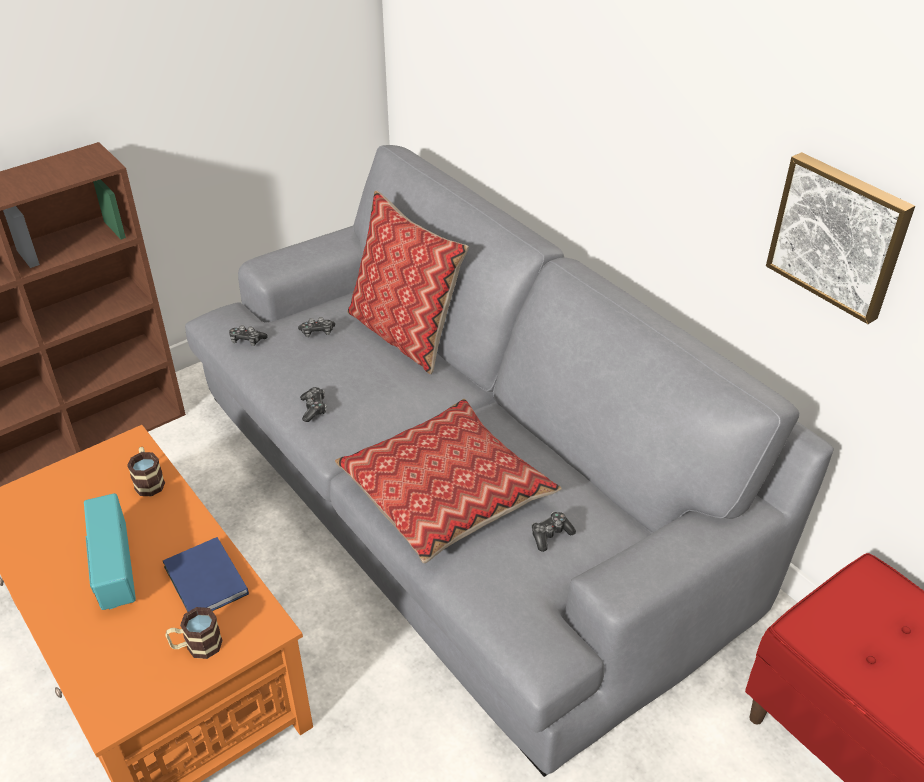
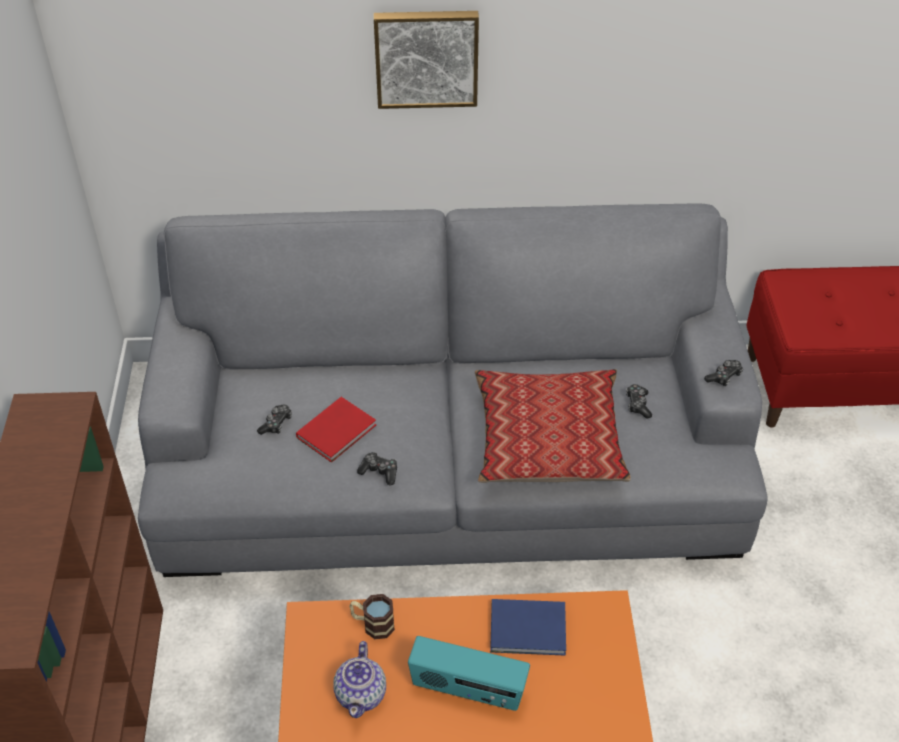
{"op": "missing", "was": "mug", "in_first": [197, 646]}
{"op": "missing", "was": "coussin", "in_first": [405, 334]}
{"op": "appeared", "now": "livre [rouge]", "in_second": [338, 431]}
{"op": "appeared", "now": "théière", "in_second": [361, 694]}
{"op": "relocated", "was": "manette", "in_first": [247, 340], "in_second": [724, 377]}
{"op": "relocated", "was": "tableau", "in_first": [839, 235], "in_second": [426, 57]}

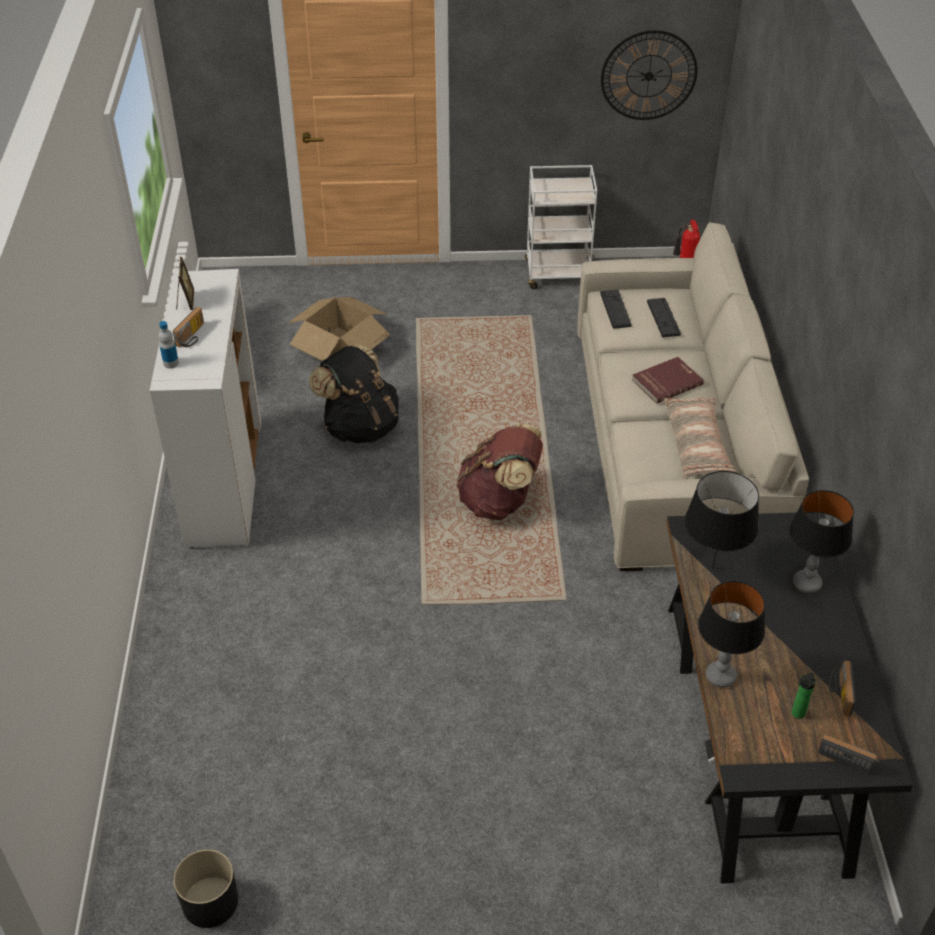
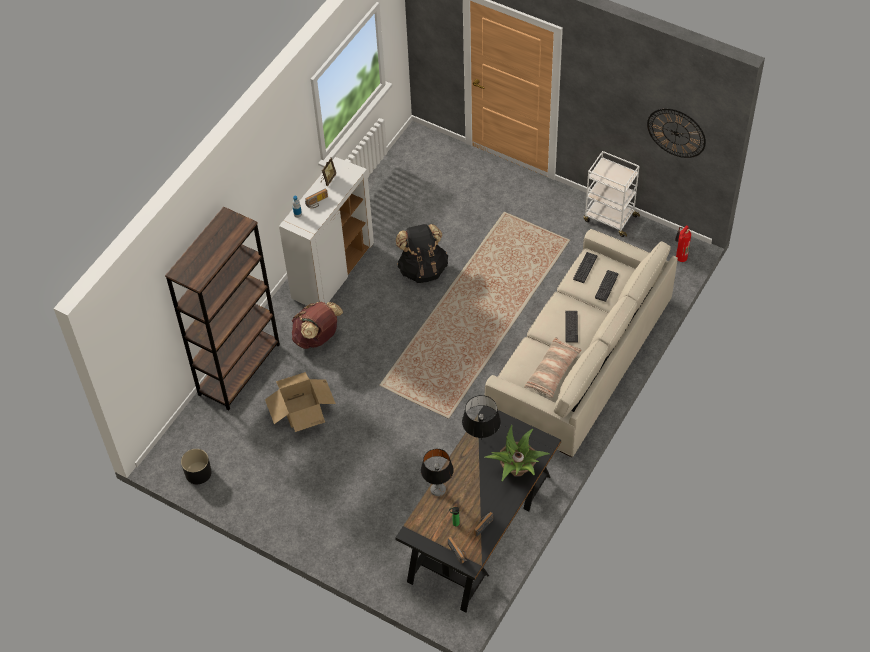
{"op": "appeared", "now": "bibliothèque [marron]", "in_second": [239, 369]}
{"op": "relocated", "was": "carton", "in_first": [340, 347], "in_second": [302, 410]}
{"op": "relocated", "was": "sac à dos [marron]", "in_first": [499, 501], "in_second": [317, 337]}
{"op": "exchanged", "was": "livre [rouge]", "now": "clavier", "in_first": [666, 381], "in_second": [571, 326]}
{"op": "exchanged", "was": "lampe de table", "now": "plante en pot", "in_first": [806, 583], "in_second": [517, 469]}

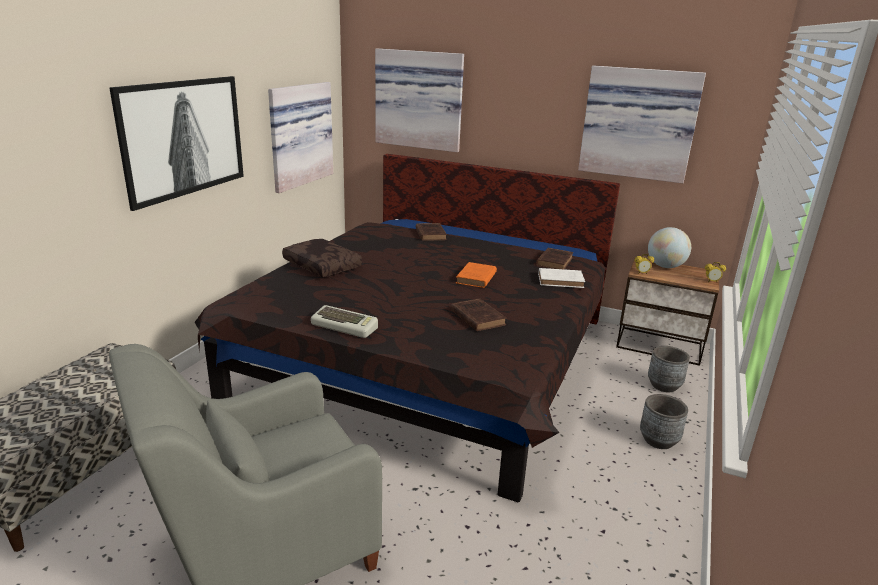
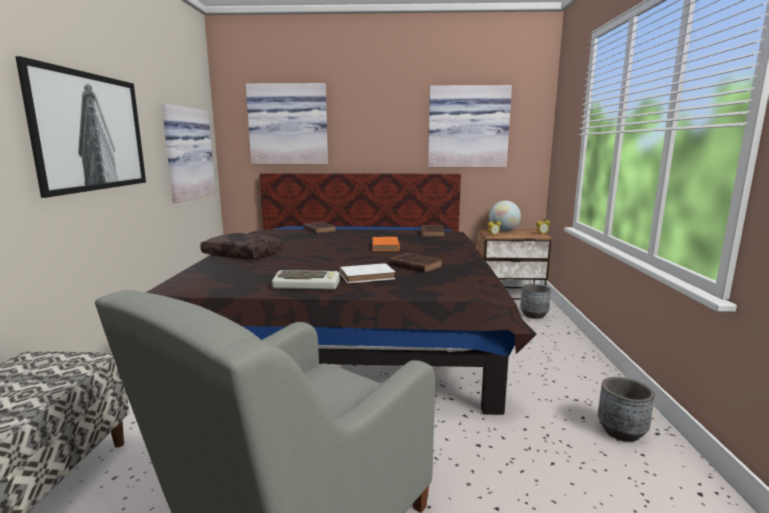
{"op": "relocated", "was": "livre [blanc]", "in_first": [562, 281], "in_second": [368, 276]}
{"op": "relocated", "was": "cache-pot [gris]", "in_first": [658, 440], "in_second": [621, 432]}

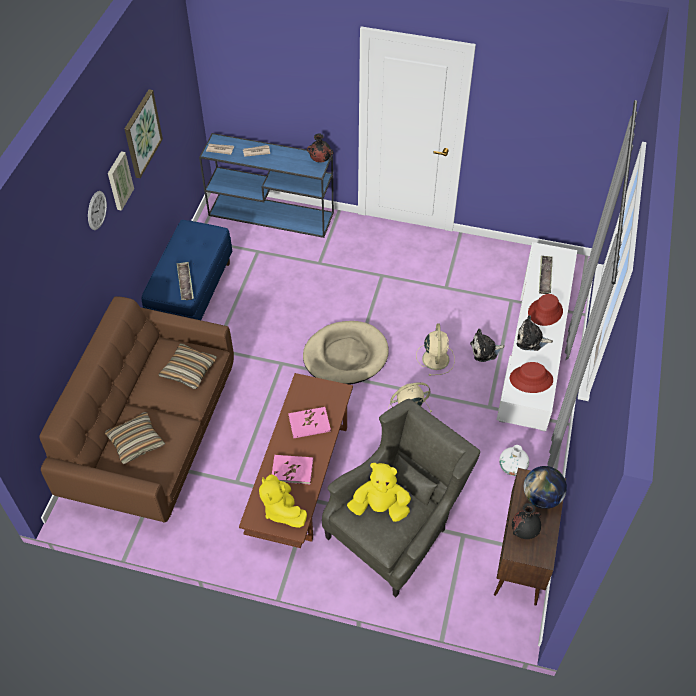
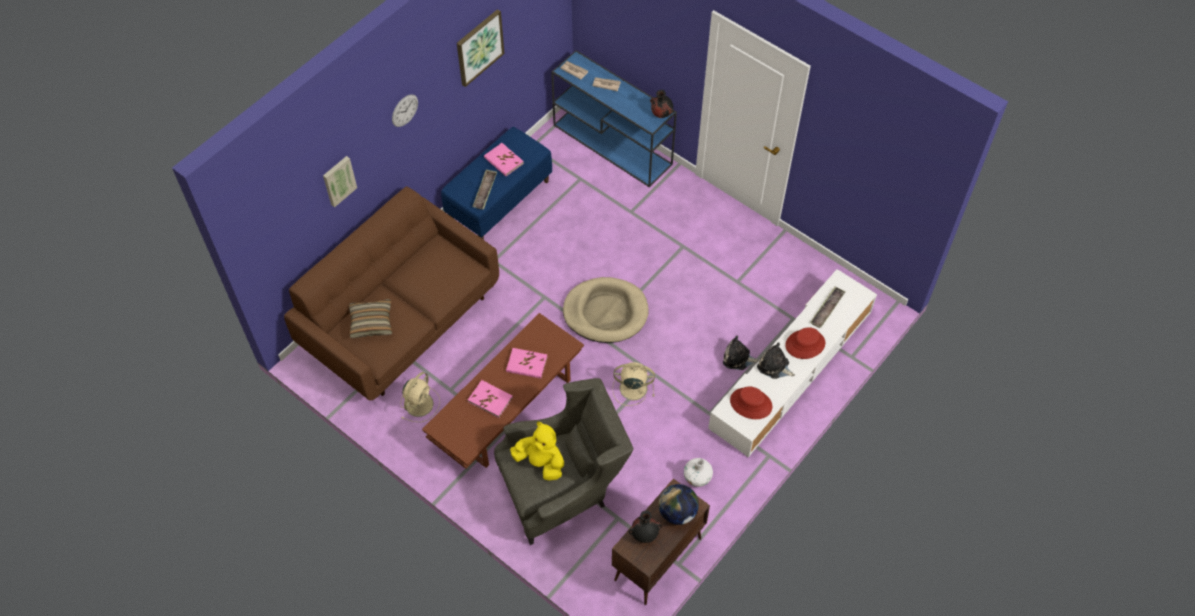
{"op": "missing", "was": "coussin", "in_first": [189, 370]}
{"op": "missing", "was": "peluche [jaune]", "in_first": [282, 510]}
{"op": "appeared", "now": "livre [rose]", "in_second": [503, 161]}
{"op": "relocated", "was": "tableau", "in_first": [119, 180], "in_second": [338, 180]}
{"op": "relocated", "was": "ventilateur [beige]", "in_first": [435, 358], "in_second": [420, 403]}

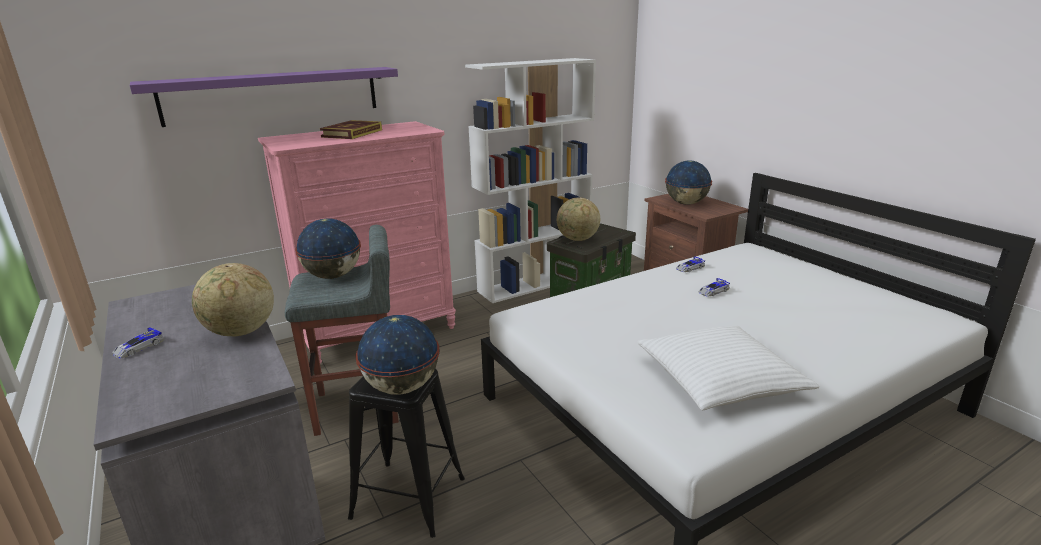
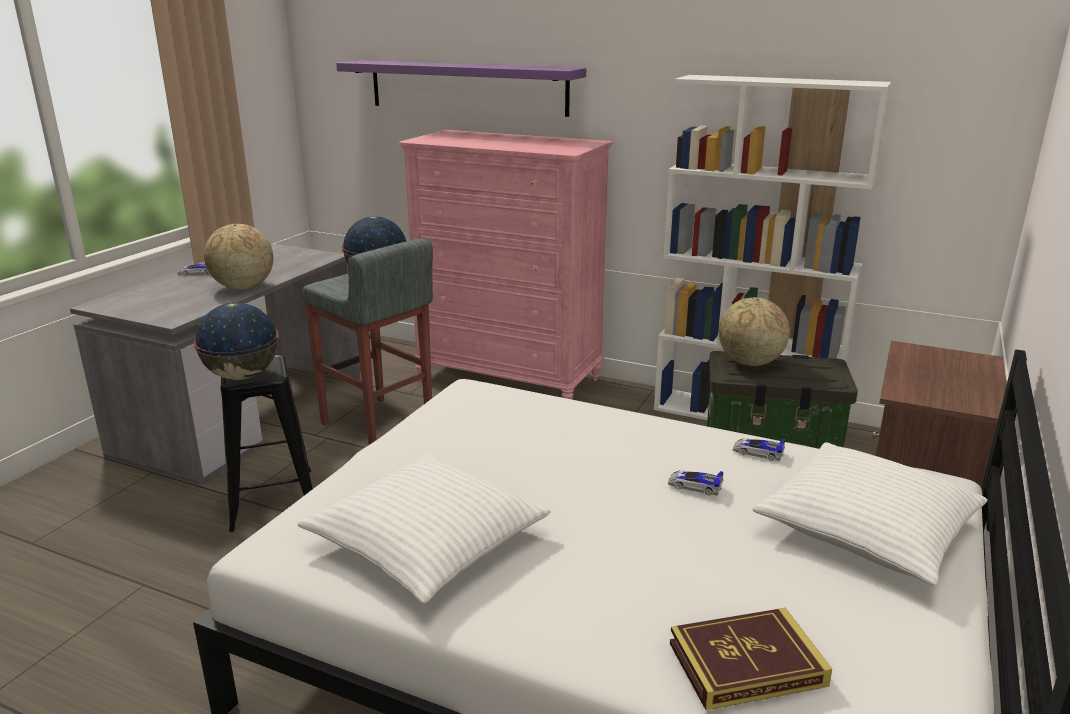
{"op": "missing", "was": "globe", "in_first": [686, 203]}
{"op": "appeared", "now": "coussin [blanc]", "in_second": [867, 528]}
{"op": "relocated", "was": "livre", "in_first": [352, 133], "in_second": [746, 664]}

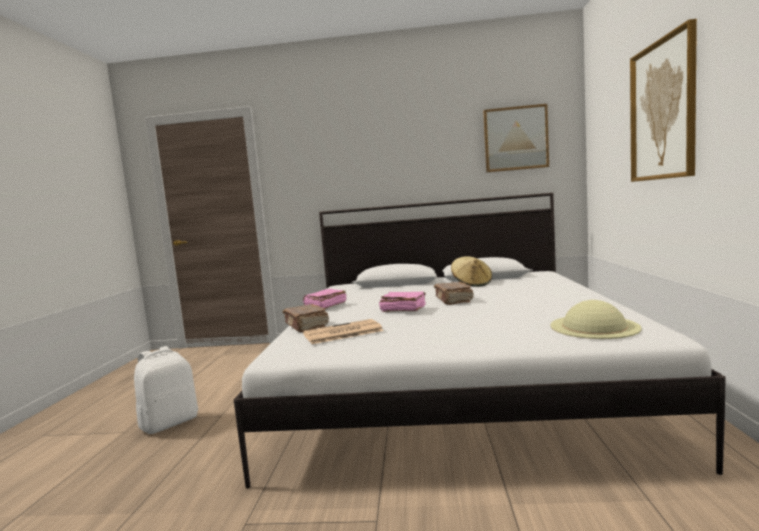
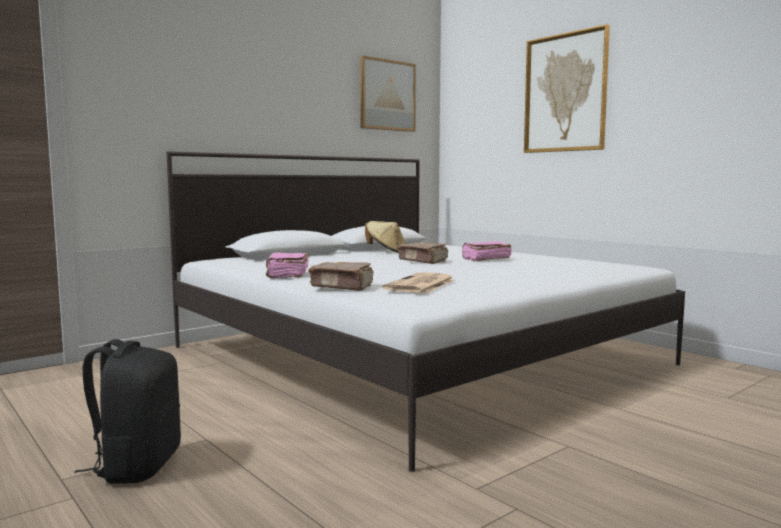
{"op": "missing", "was": "chapeau [beige]", "in_first": [594, 326]}
{"op": "relocated", "was": "livre [rose]", "in_first": [402, 309], "in_second": [485, 259]}
{"op": "colour", "was": "sac à dos [blanc]", "now": "sac à dos [noir]", "in_first": [170, 423], "in_second": [137, 466]}

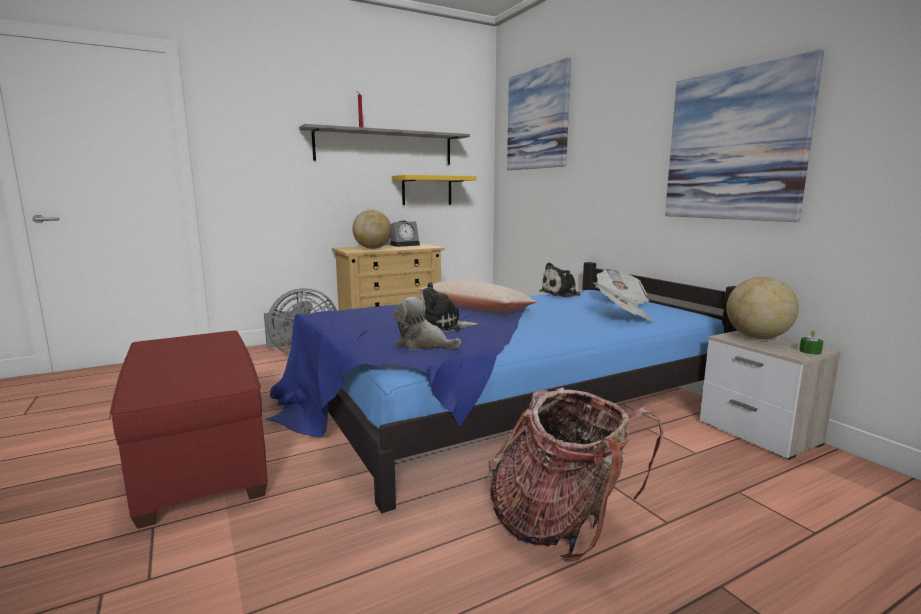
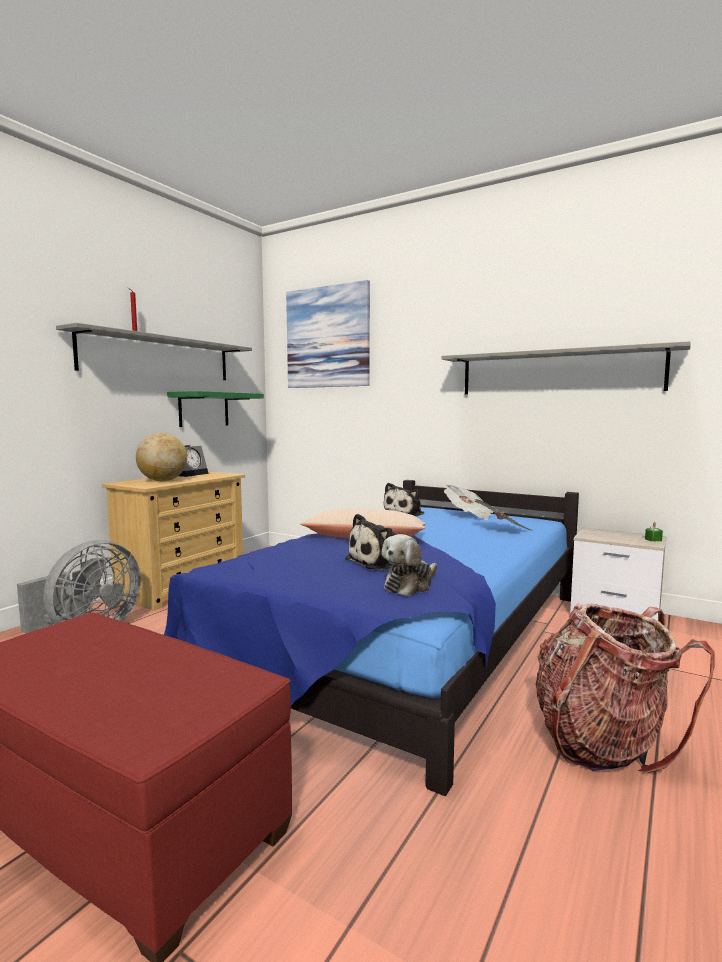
{"op": "missing", "was": "globe", "in_first": [757, 337]}
{"op": "exchanged", "was": "tableau", "now": "étagère [gris]", "in_first": [734, 145], "in_second": [557, 372]}
{"op": "colour", "was": "étagère [jaune]", "now": "étagère [vert]", "in_first": [427, 190], "in_second": [204, 409]}
{"op": "spun", "was": "peluche", "in_first": [423, 345], "in_second": [410, 585], "clockwise": -45}

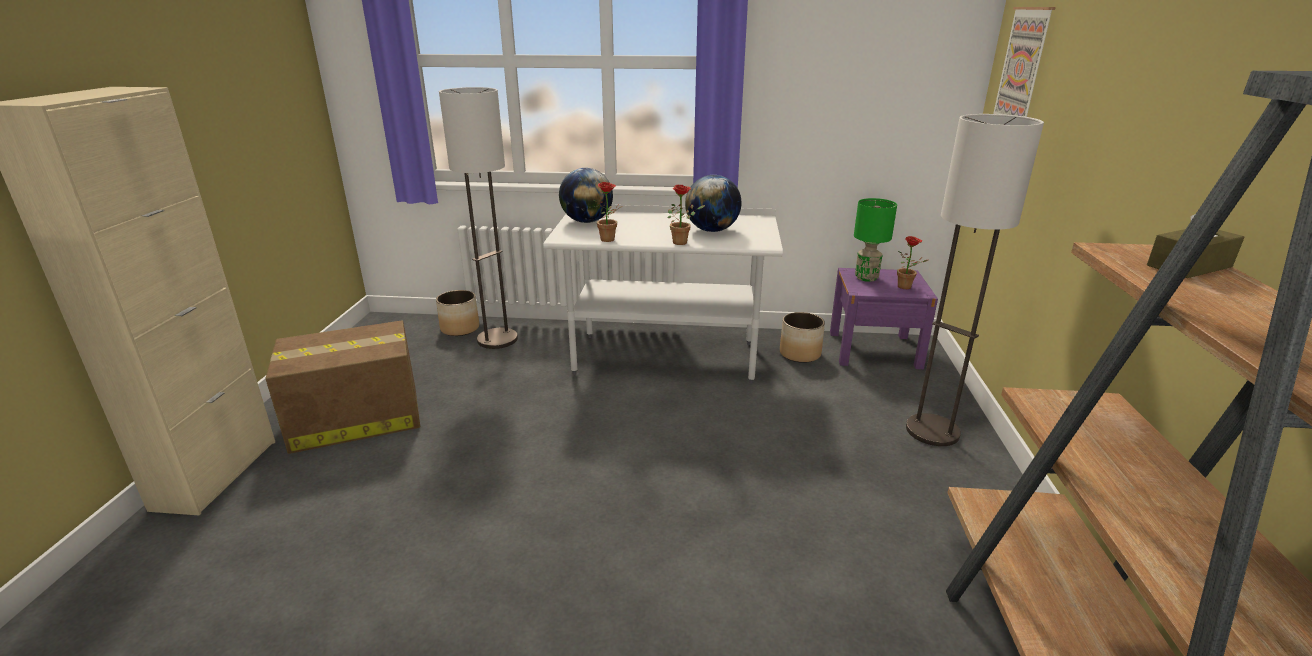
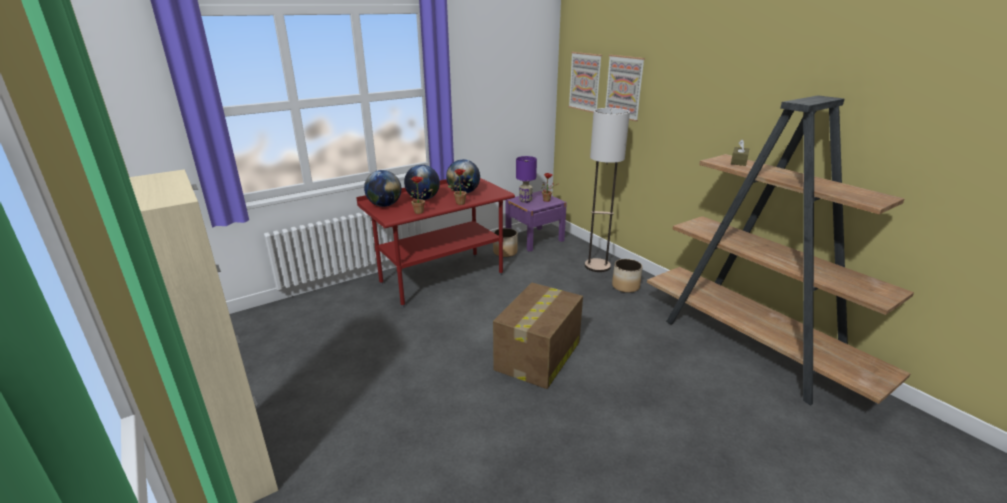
{"op": "missing", "was": "lampadaire", "in_first": [497, 339]}
{"op": "appeared", "now": "globe", "in_second": [423, 199]}
{"op": "appeared", "now": "tableau", "in_second": [624, 87]}
{"op": "relocated", "was": "carton", "in_first": [354, 419], "in_second": [537, 356]}
{"op": "relocated", "was": "cache-pot", "in_first": [459, 329], "in_second": [625, 286]}
{"op": "colour", "was": "bureau [blanc]", "now": "bureau [rouge]", "in_first": [665, 358], "in_second": [442, 279]}
{"op": "colour", "was": "lampe de table [vert]", "now": "lampe de table [violet]", "in_first": [866, 278], "in_second": [525, 200]}

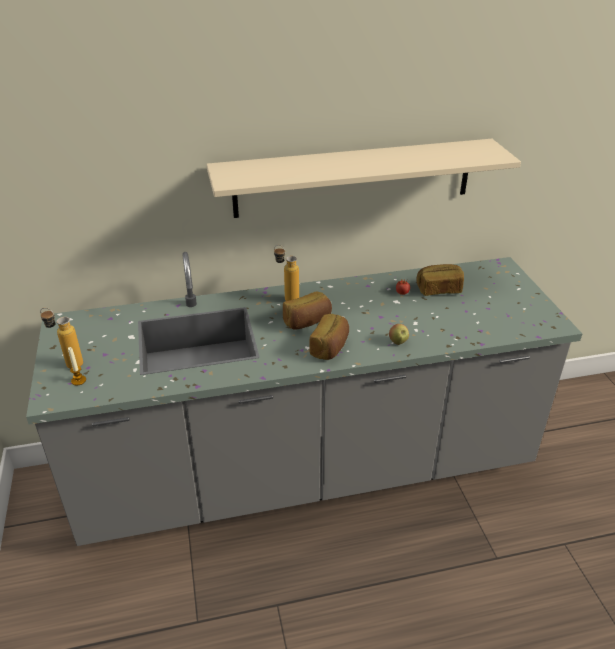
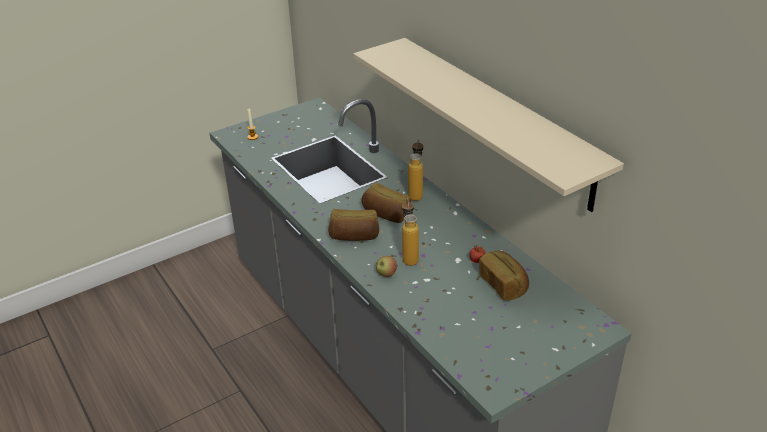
{"op": "relocated", "was": "bouteille", "in_first": [68, 363], "in_second": [409, 257]}

